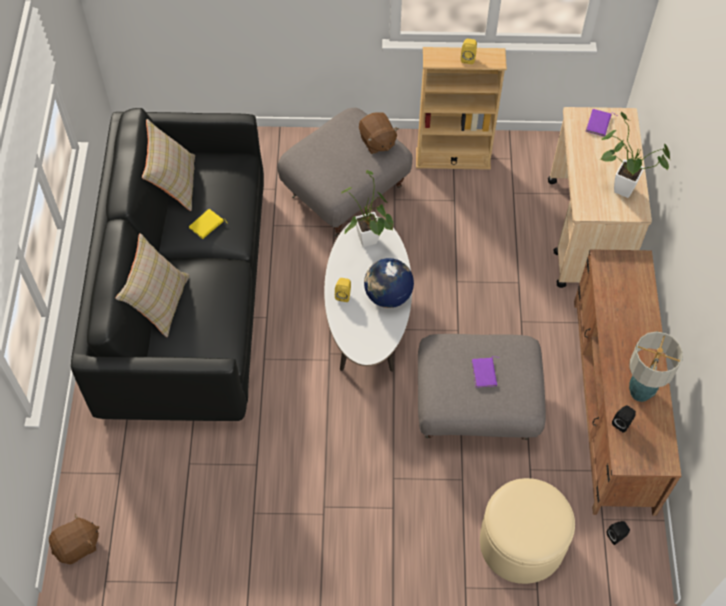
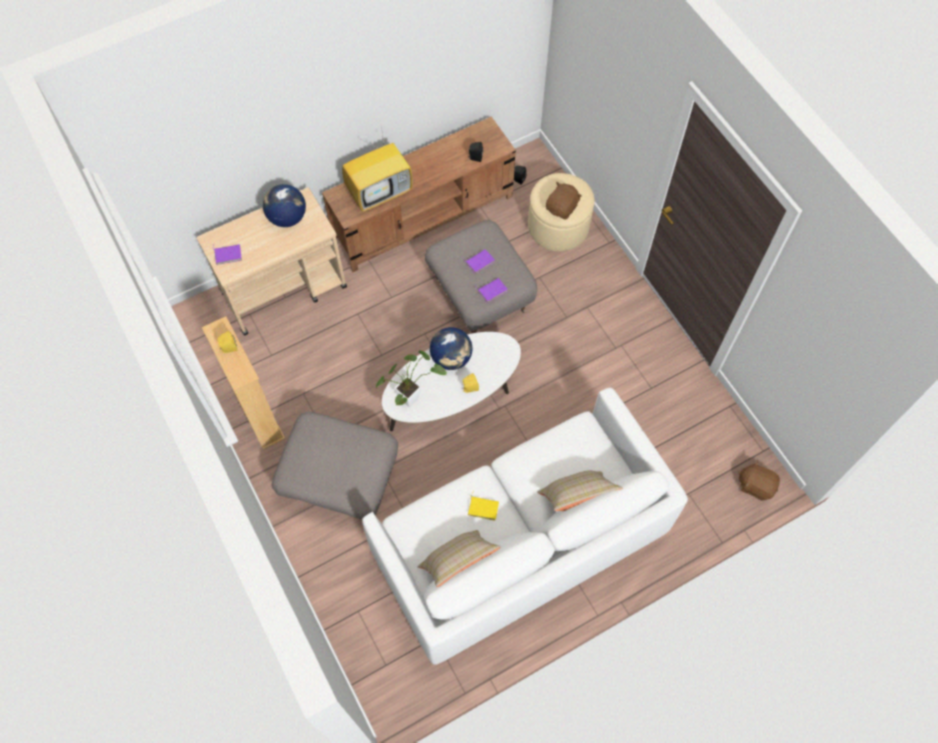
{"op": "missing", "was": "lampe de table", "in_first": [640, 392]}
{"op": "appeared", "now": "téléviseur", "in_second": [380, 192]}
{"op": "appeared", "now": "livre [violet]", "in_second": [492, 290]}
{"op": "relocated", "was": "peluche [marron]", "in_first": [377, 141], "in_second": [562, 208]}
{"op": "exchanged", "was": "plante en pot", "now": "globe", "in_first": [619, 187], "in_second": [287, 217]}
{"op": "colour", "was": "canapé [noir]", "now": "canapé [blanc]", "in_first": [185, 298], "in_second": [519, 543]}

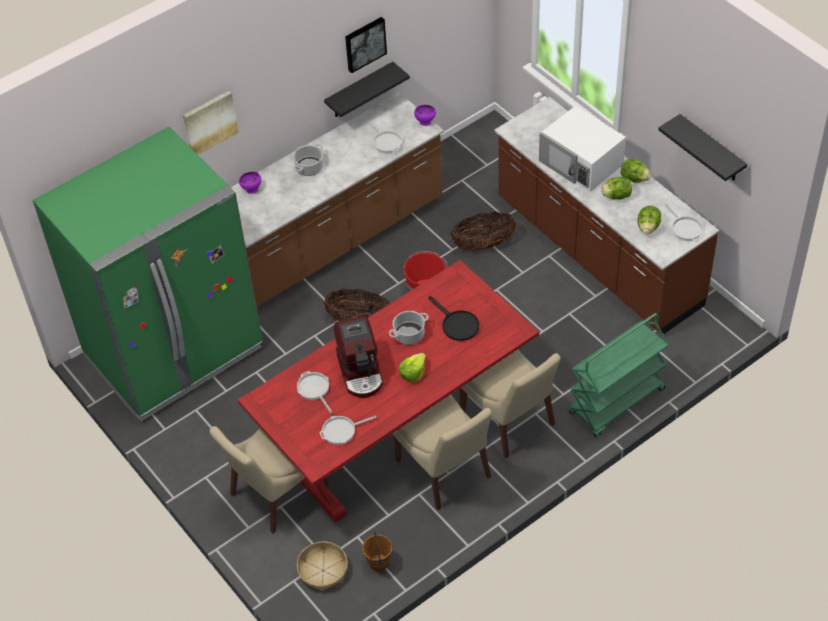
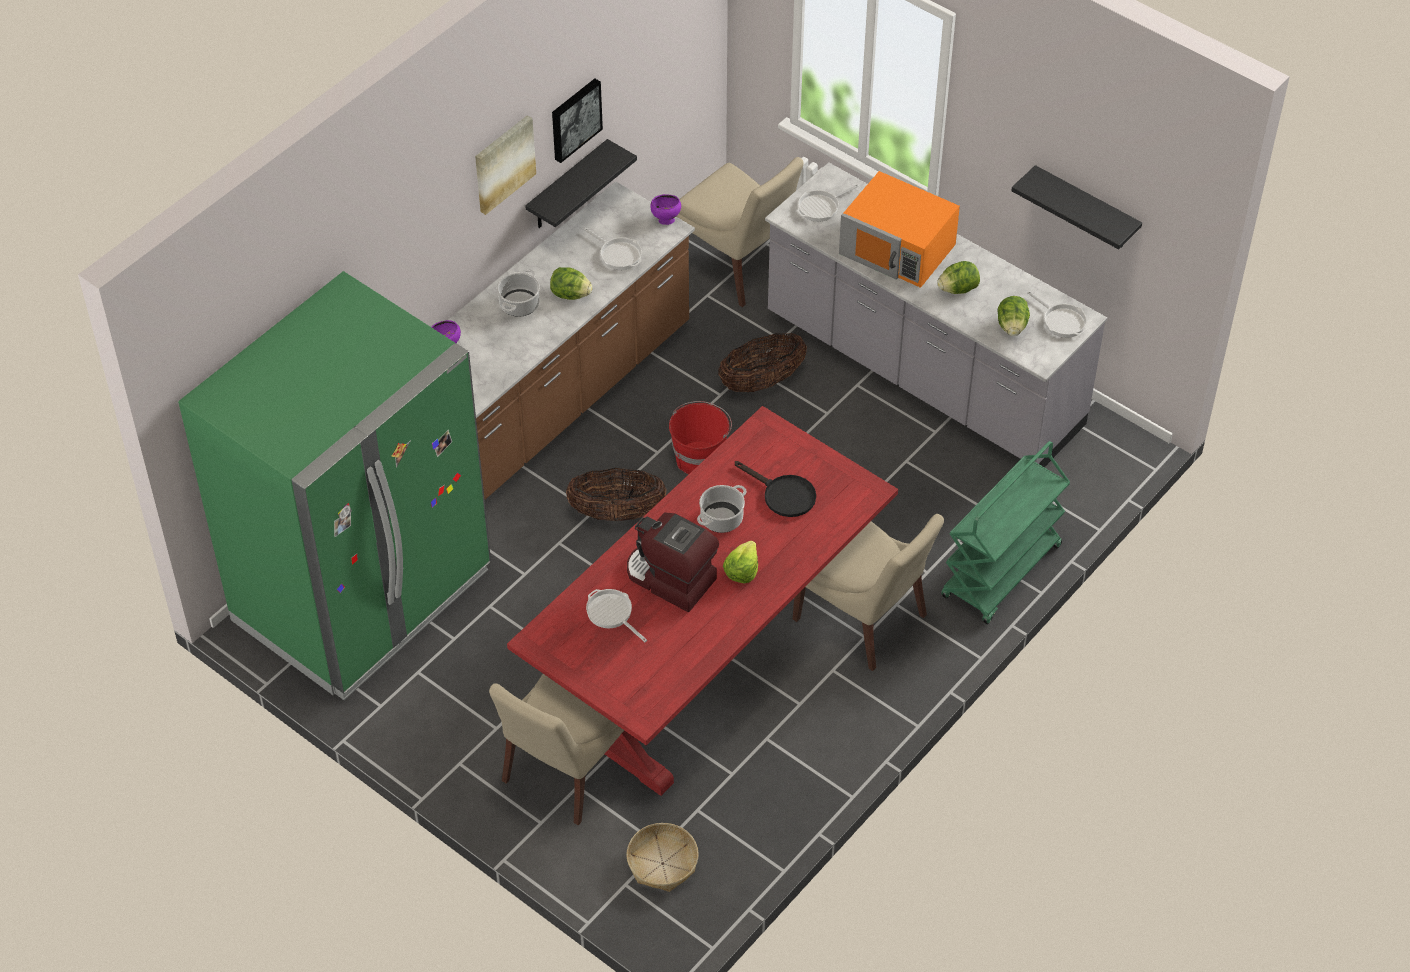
{"op": "missing", "was": "seau [marron]", "in_first": [378, 562]}
{"op": "relocated", "was": "tableau", "in_first": [209, 122], "in_second": [503, 163]}
{"op": "relocated", "was": "poêle", "in_first": [341, 431], "in_second": [821, 207]}
{"op": "relocated", "was": "chaise [beige]", "in_first": [445, 471], "in_second": [739, 266]}
{"op": "relocated", "was": "laitue", "in_first": [634, 178], "in_second": [570, 294]}
{"op": "colour", "was": "comptoir de cuisine [marron]", "now": "comptoir de cuisine [gris]", "in_first": [597, 254], "in_second": [922, 373]}
{"op": "colour", "was": "micro-ondes [blanc]", "now": "micro-ondes [orange]", "in_first": [581, 163], "in_second": [898, 249]}
{"op": "spun", "was": "machine à café", "in_first": [361, 371], "in_second": [669, 579], "clockwise": 150}

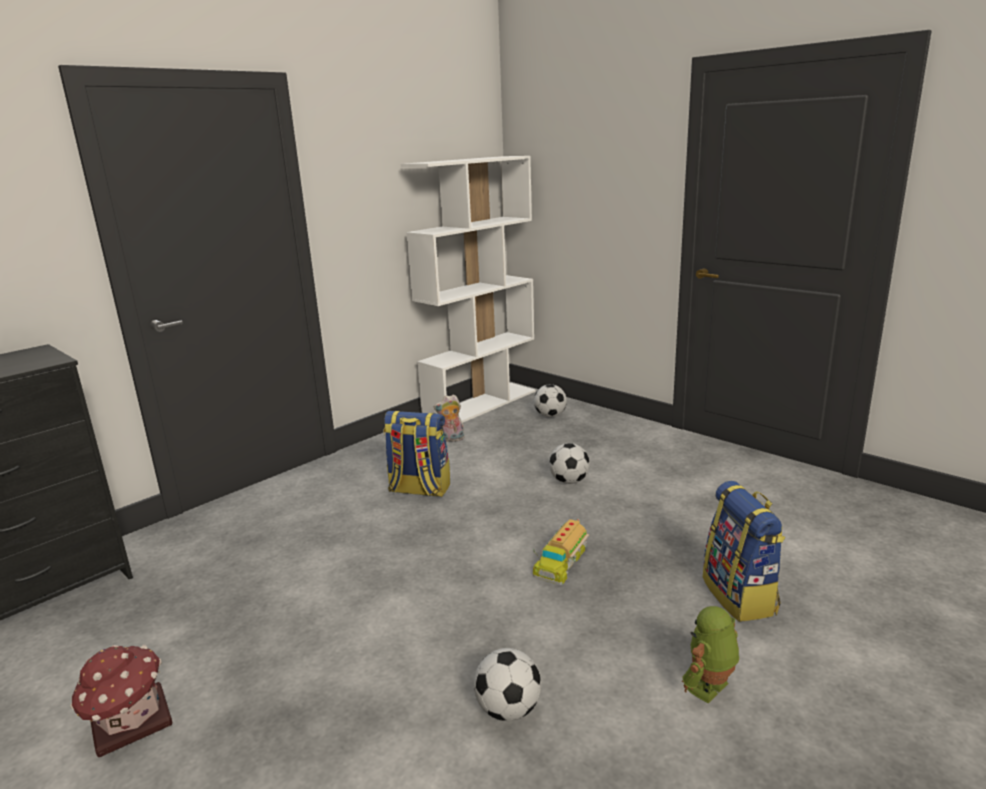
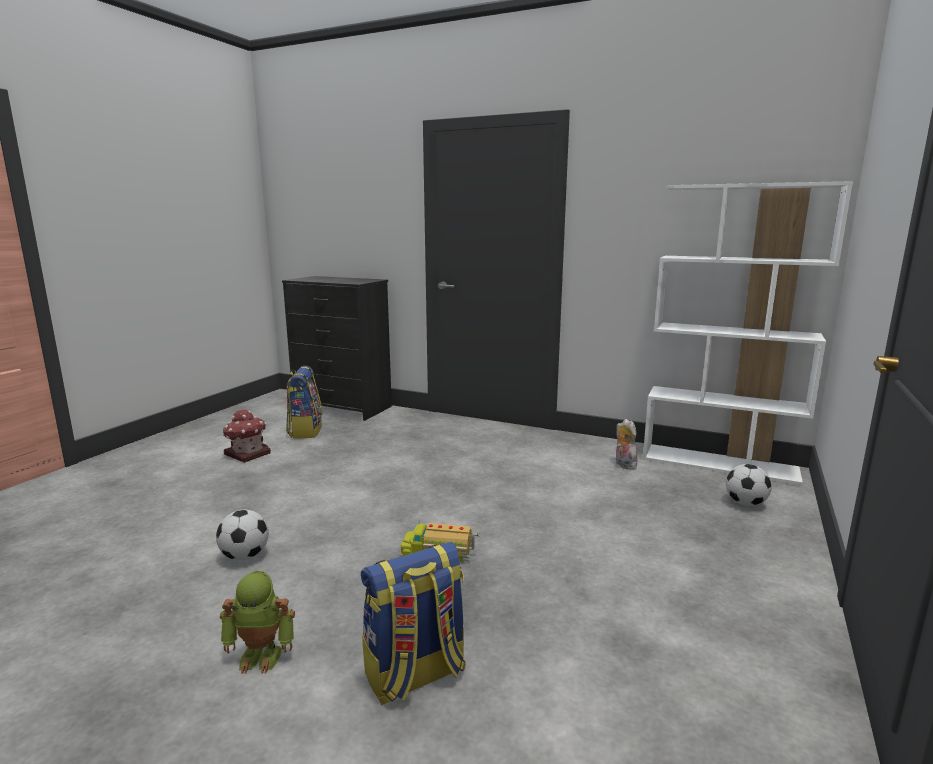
{"op": "missing", "was": "ballon de foot", "in_first": [569, 481]}
{"op": "relocated", "was": "sac à dos", "in_first": [419, 489], "in_second": [305, 431]}
{"op": "spun", "was": "robot jouet", "in_first": [709, 688], "in_second": [262, 655], "clockwise": 150}

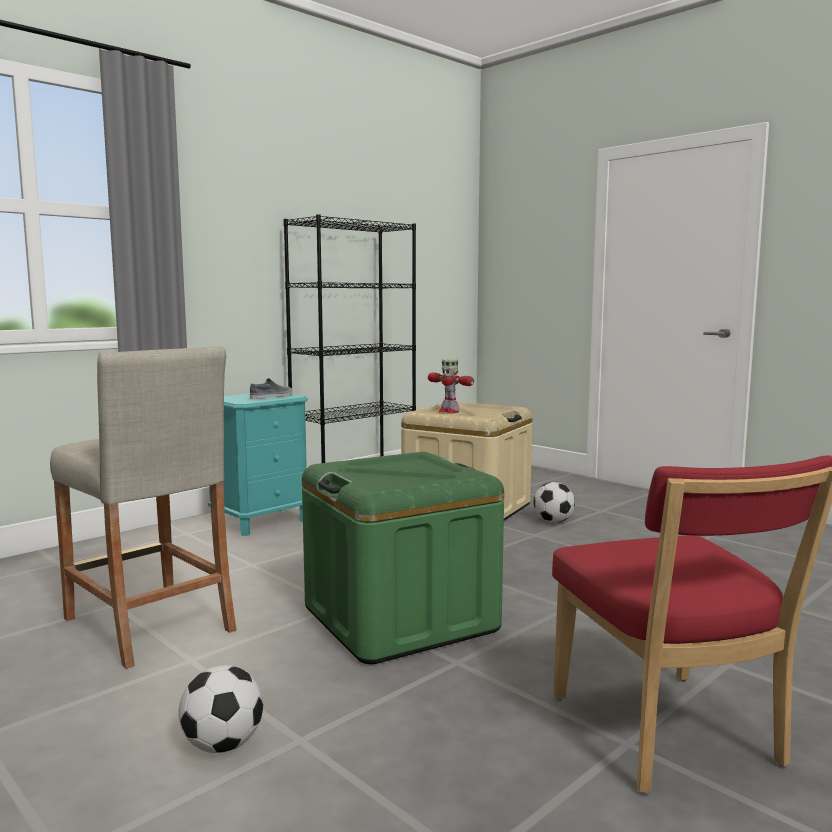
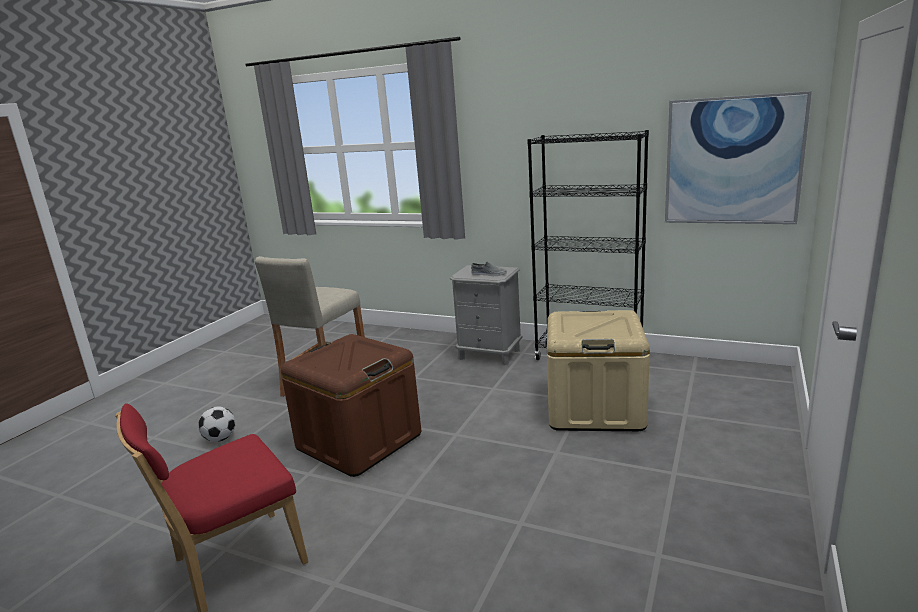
{"op": "missing", "was": "robot jouet", "in_first": [448, 411]}
{"op": "missing", "was": "ballon de foot", "in_first": [553, 522]}
{"op": "appeared", "now": "tableau", "in_second": [732, 161]}
{"op": "colour", "was": "table de chevet [turquoise]", "now": "table de chevet [gris]", "in_first": [262, 521], "in_second": [489, 354]}
{"op": "colour", "was": "boîte de rangement [vert]", "now": "boîte de rangement [marron]", "in_first": [400, 619], "in_second": [359, 441]}

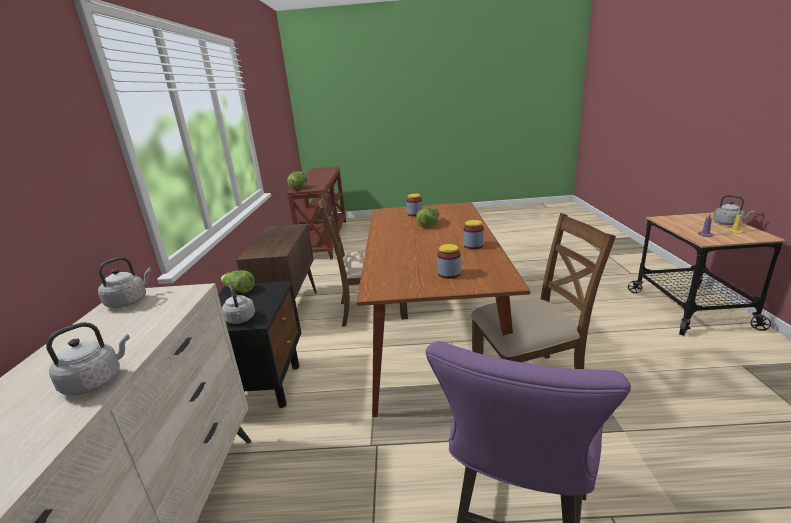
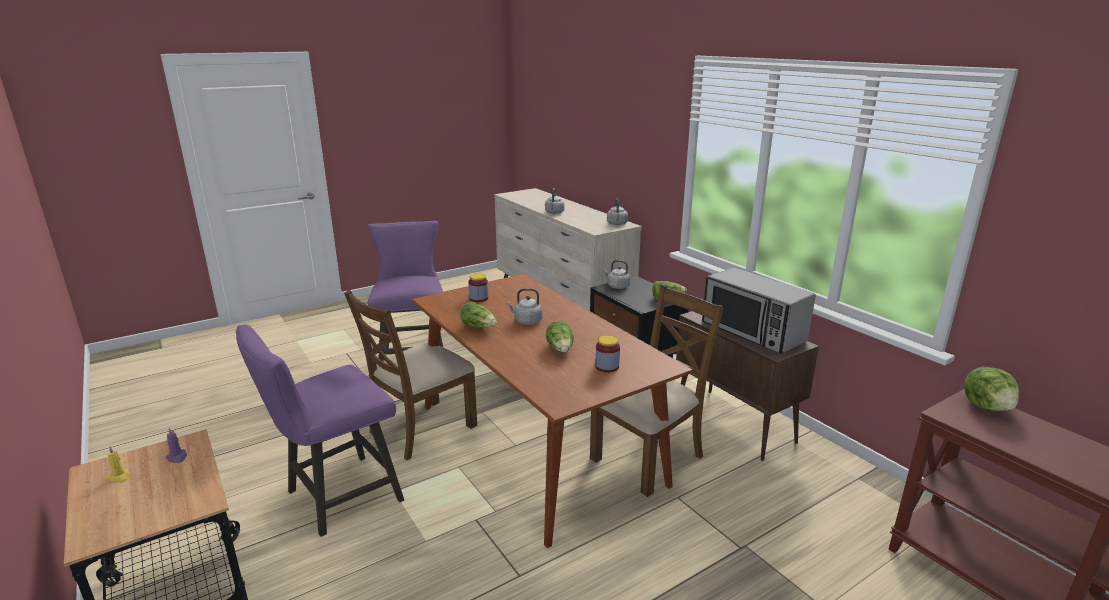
{"op": "appeared", "now": "tabouret [violet]", "in_second": [336, 498]}
{"op": "appeared", "now": "micro-ondes", "in_second": [752, 332]}
{"op": "relocated", "was": "bouilloire [gris]", "in_first": [728, 223], "in_second": [526, 321]}
{"op": "exchanged", "was": "bocal", "now": "laitue", "in_first": [473, 246], "in_second": [479, 327]}

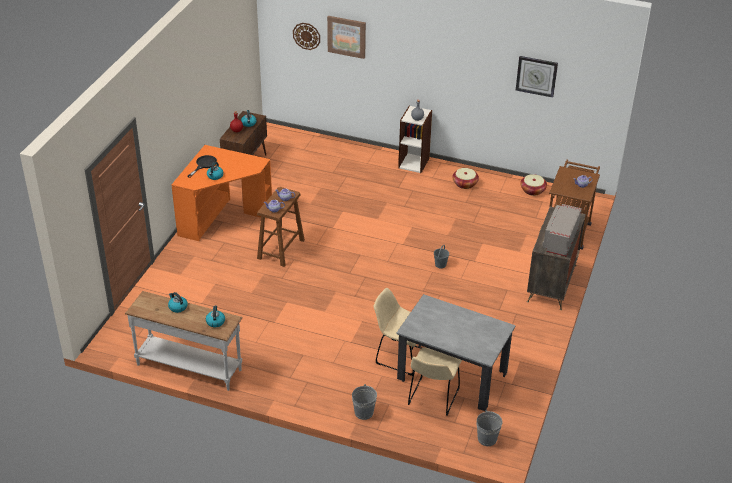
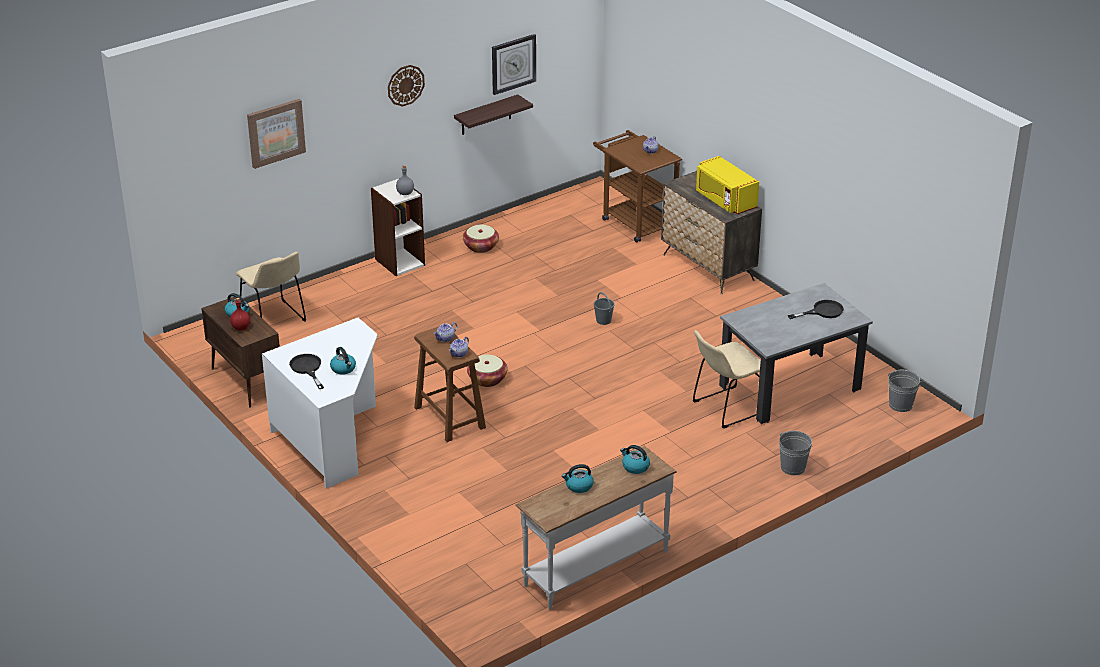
{"op": "appeared", "now": "étagère", "in_second": [486, 115]}
{"op": "appeared", "now": "poêle [noir]", "in_second": [822, 311]}
{"op": "relocated", "was": "horloge murale", "in_first": [306, 36], "in_second": [405, 85]}
{"op": "relocated", "was": "chaise [beige]", "in_first": [432, 398], "in_second": [274, 320]}
{"op": "relocated", "was": "panier", "in_first": [532, 190], "in_second": [487, 379]}
{"op": "colour", "was": "bureau [orange]", "now": "bureau [blanc]", "in_first": [222, 218], "in_second": [333, 439]}
{"op": "colour", "was": "micro-ondes [gris]", "now": "micro-ondes [jaune]", "in_first": [560, 240], "in_second": [725, 200]}

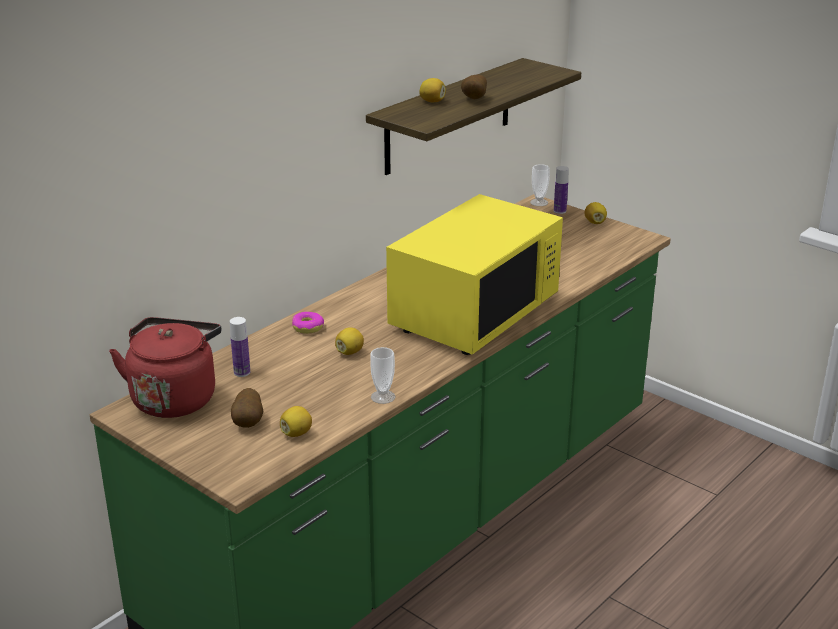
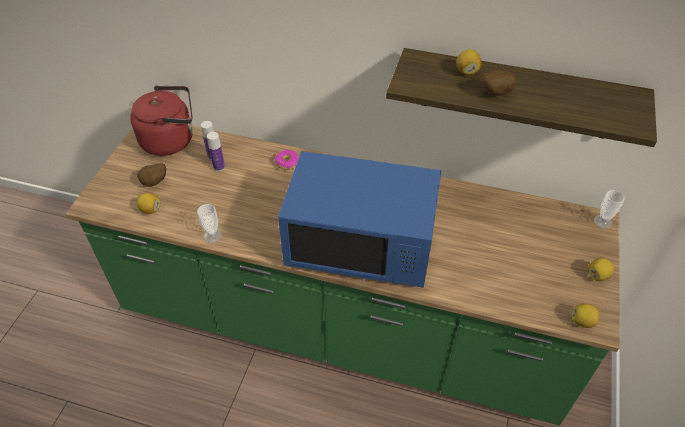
{"op": "relocated", "was": "citron", "in_first": [350, 352], "in_second": [582, 321]}
{"op": "relocated", "was": "bouteille", "in_first": [559, 211], "in_second": [219, 167]}
{"op": "colour", "was": "micro-ondes [jaune]", "now": "micro-ondes [bleu]", "in_first": [474, 314], "in_second": [361, 245]}

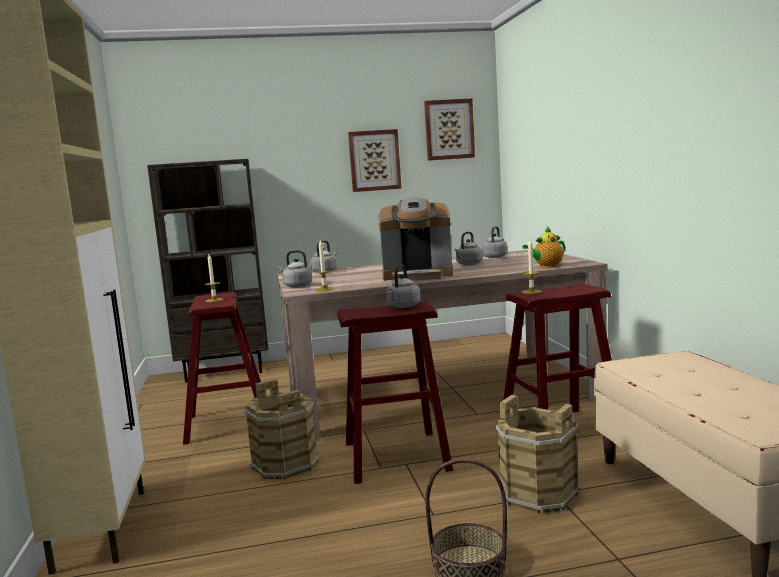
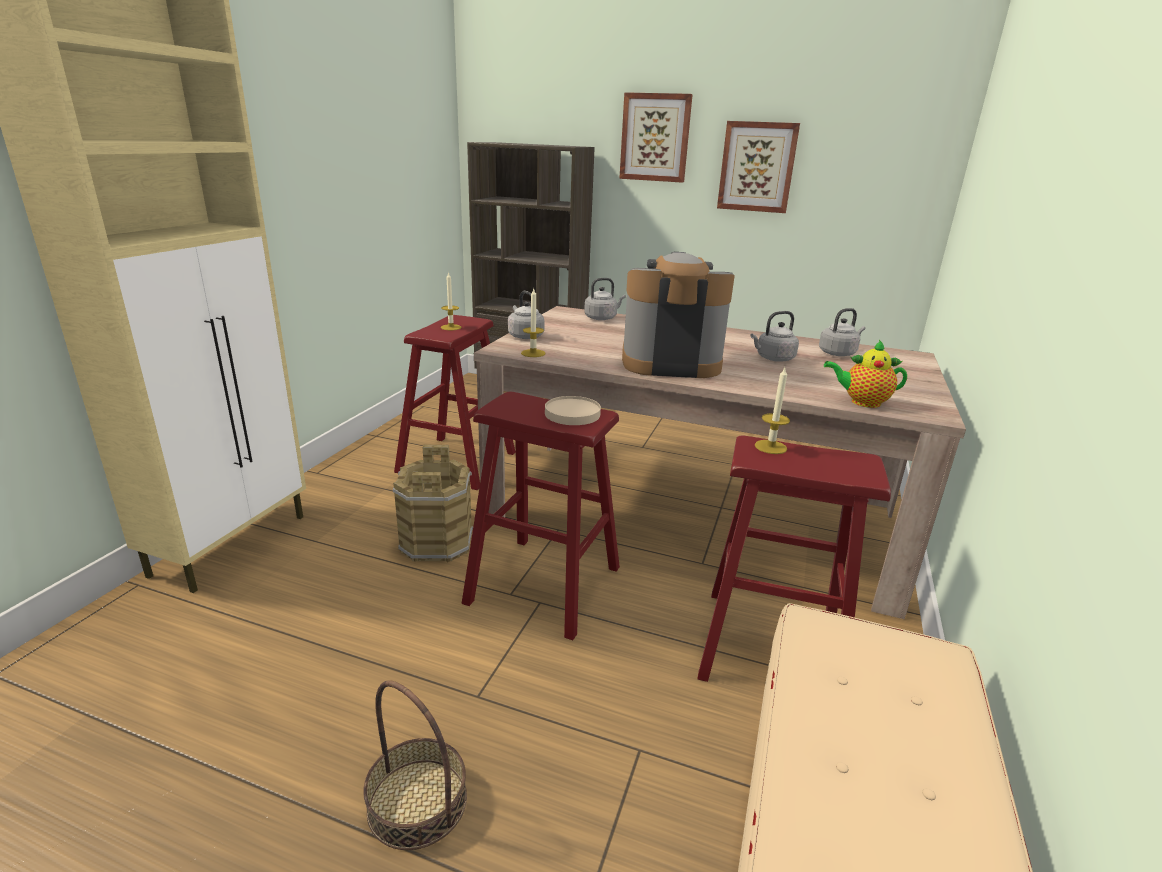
{"op": "missing", "was": "seau [marron]", "in_first": [537, 494]}
{"op": "relocated", "was": "tableau", "in_first": [449, 129], "in_second": [655, 138]}
{"op": "exchanged", "was": "bouilloire [gris]", "now": "assiette [beige]", "in_first": [403, 306], "in_second": [572, 414]}
{"op": "spun", "was": "machine à café", "in_first": [418, 276], "in_second": [670, 363], "clockwise": 150}

